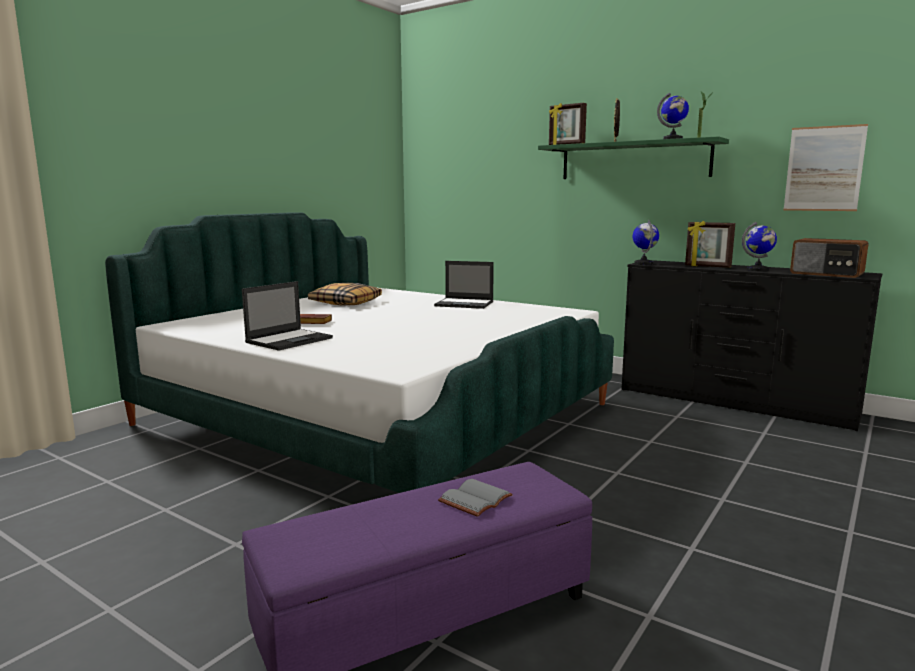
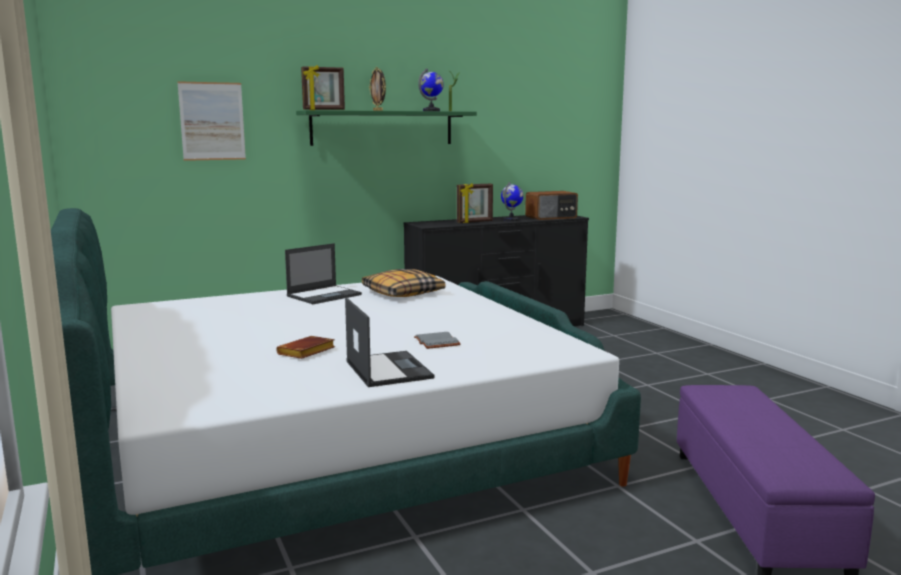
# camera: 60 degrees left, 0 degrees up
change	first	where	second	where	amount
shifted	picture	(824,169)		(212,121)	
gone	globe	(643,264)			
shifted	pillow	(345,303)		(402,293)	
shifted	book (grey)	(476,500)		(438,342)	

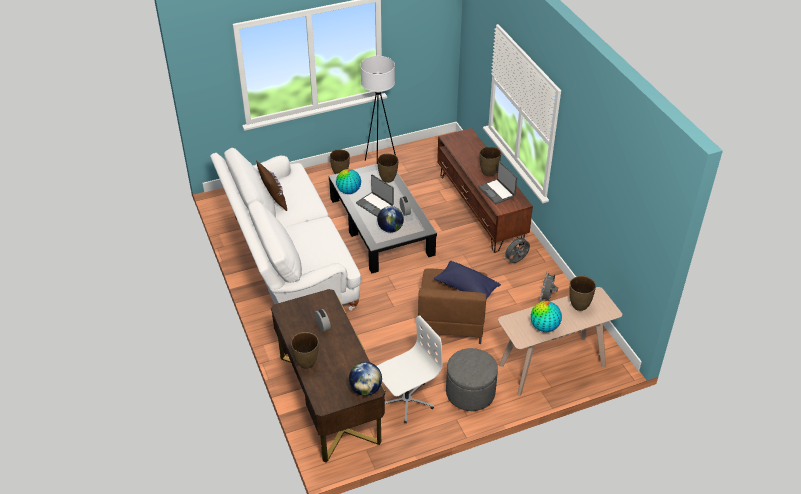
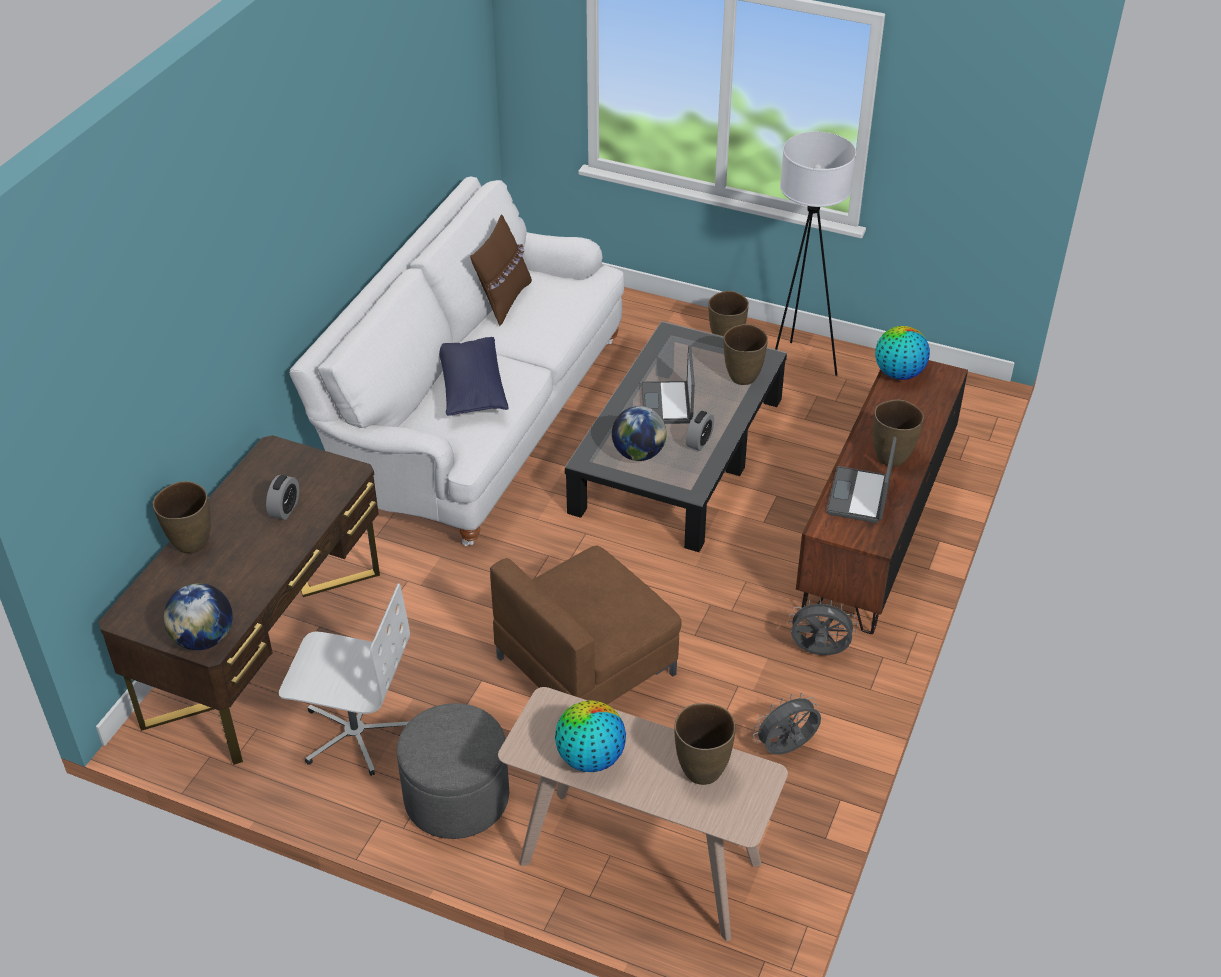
# camera: 45 degrees right, 0 degrees up
change	first	where	second	where	amount
shifted	globe	(348,191)		(898,373)	
shifted	pillow (blue)	(466,287)		(471,388)	

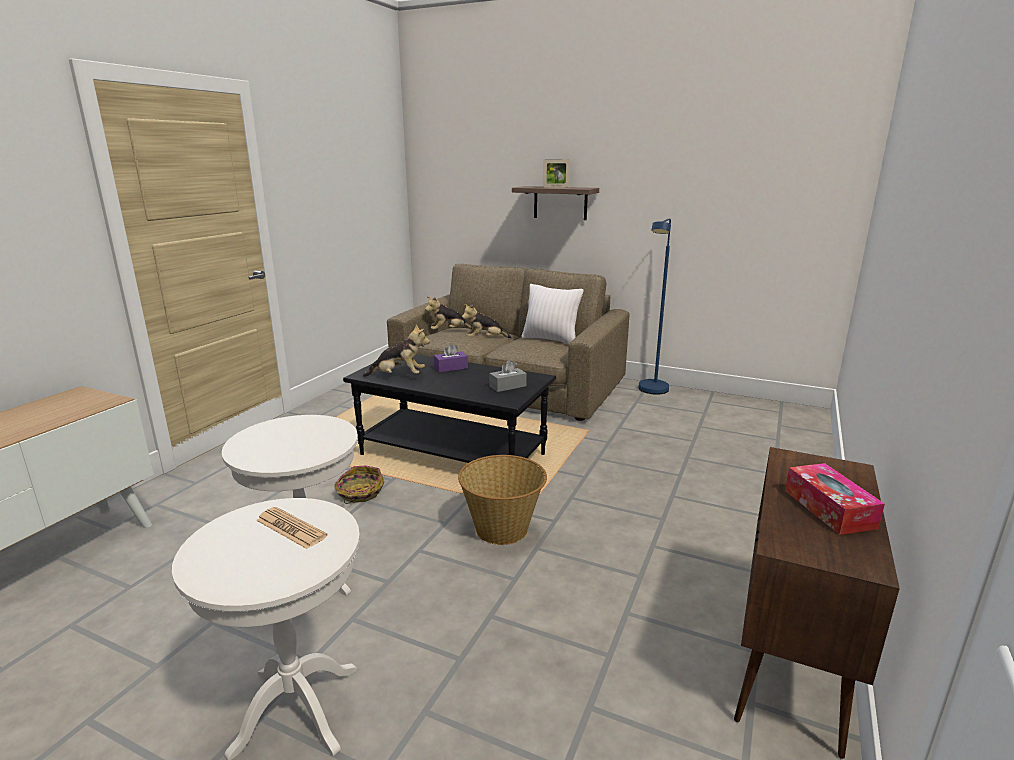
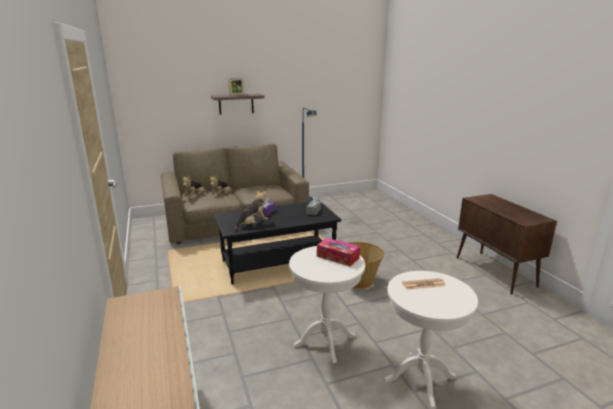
# camera: 45 degrees left, 0 degrees up
change	first	where	second	where	amount
gone	pillow (white)	(550,340)			
shifted	tissue box	(829,509)		(338,257)	
gone	basket	(359,493)			

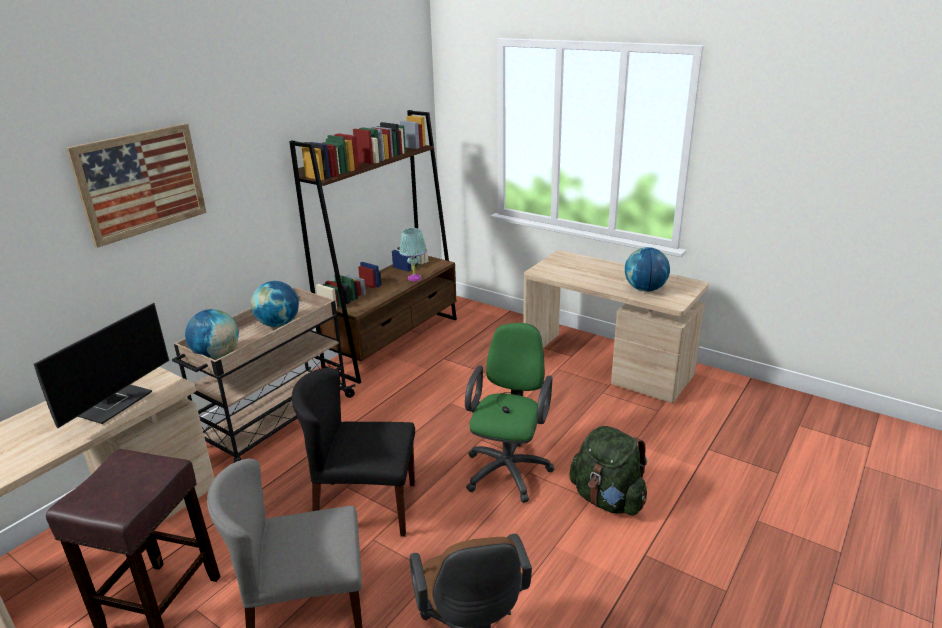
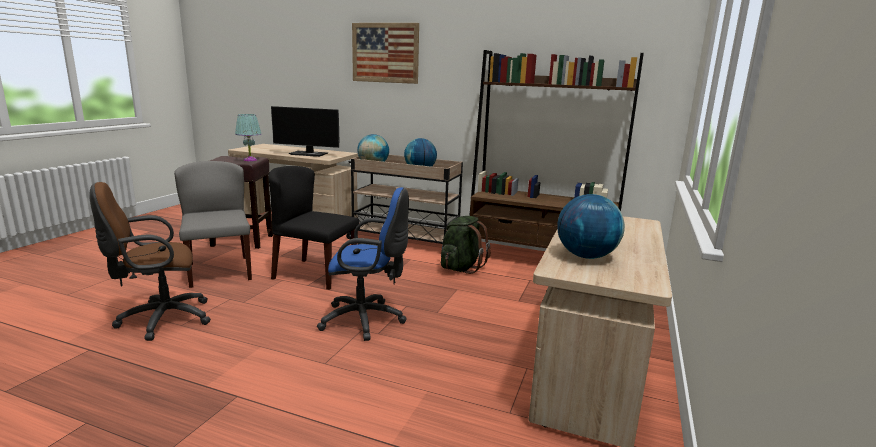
# camera: 75 degrees right, 10 degrees down
change	first	where	second	where	amount
shifted	table lamp (turquoise)	(415,278)		(250,160)	
repainted	office chair (green)	(509,468)	office chair (blue)	(367,320)	
rotated	chair (black)	(365,508)		(314,274)	60 degrees counterclockwise
shifted	backpack (green)	(607,499)		(461,268)	

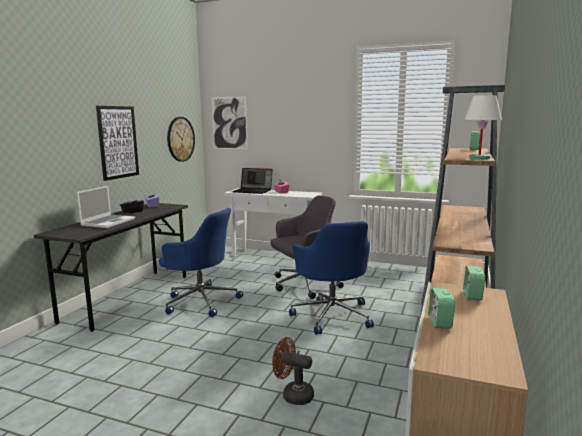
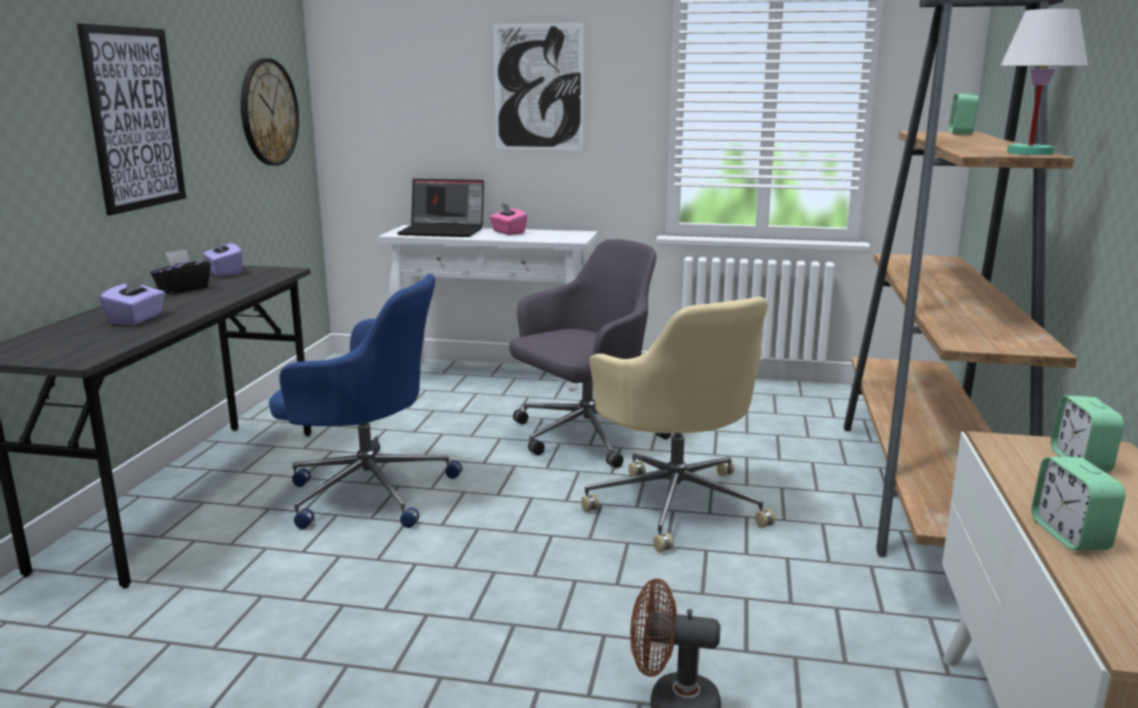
# camera: 10 degrees left, 5 degrees up
change	first	where	second	where	amount
shifted	picture	(229,123)		(538,87)	
swapped	laptop	(108,222)	tissue box (purple)	(137,319)	
repainted	office chair (blue)	(332,315)	office chair (beige)	(675,503)	

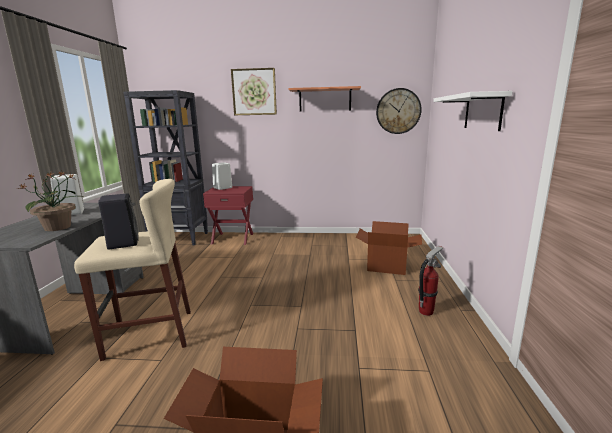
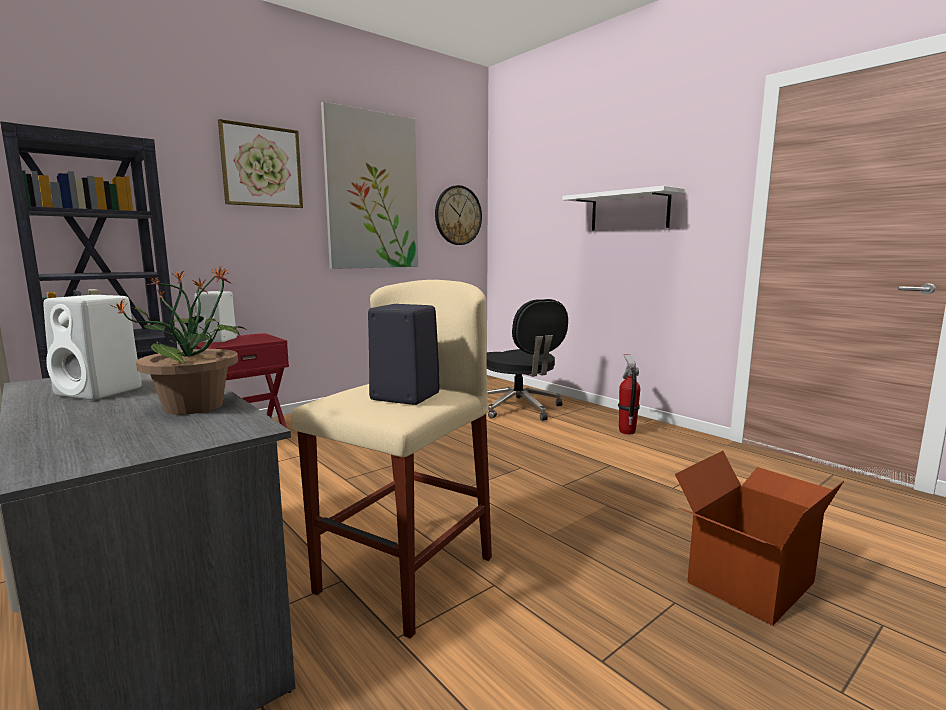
# camera: 45 degrees left, 5 degrees down
change	first	where	second	where	amount
swapped	shelf	(325,100)	picture	(372,191)	
swapped	cardboard box	(387,266)	office chair (black)	(520,408)	

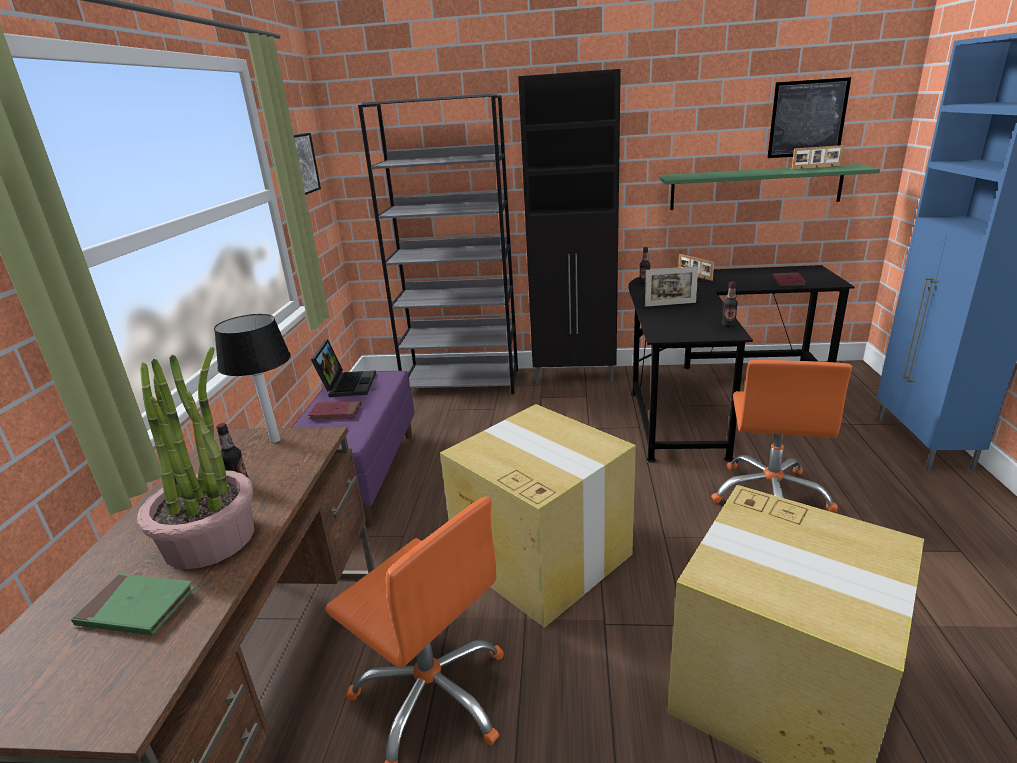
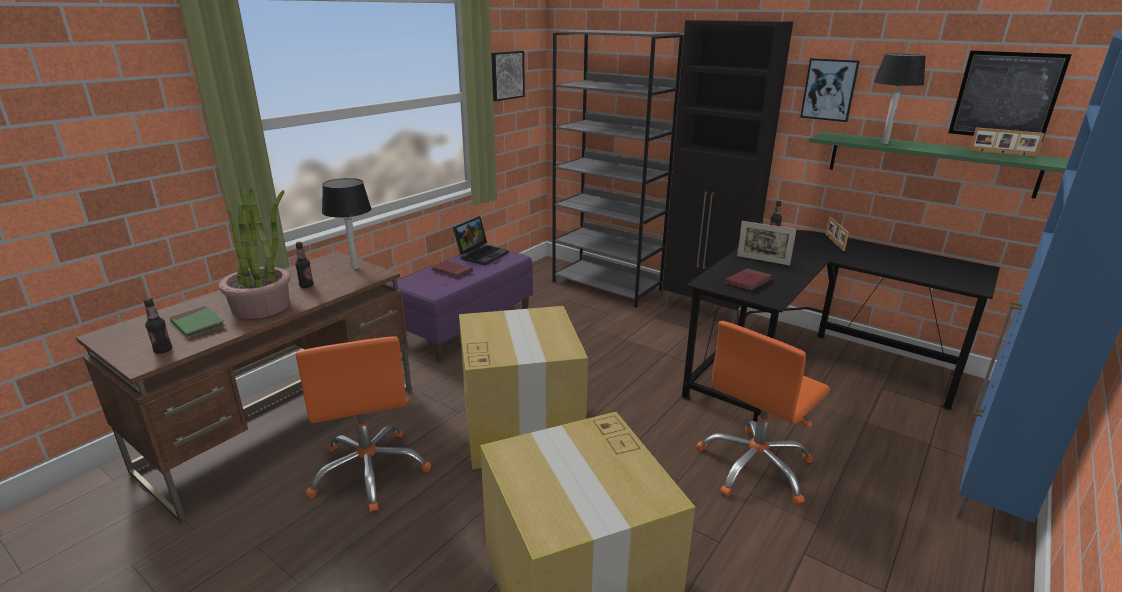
# camera: 30 degrees right, 0 degrees up
change	first	where	second	where	amount
shifted	book (red)	(788,282)		(748,282)	
shifted	bottle	(728,325)		(163,350)	
new			table lamp	(884,143)	
new			picture	(829,89)	

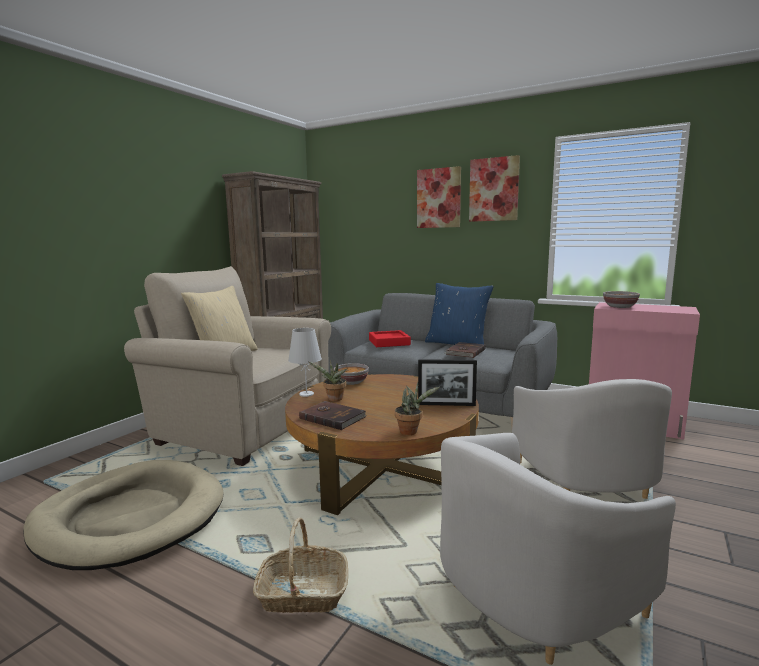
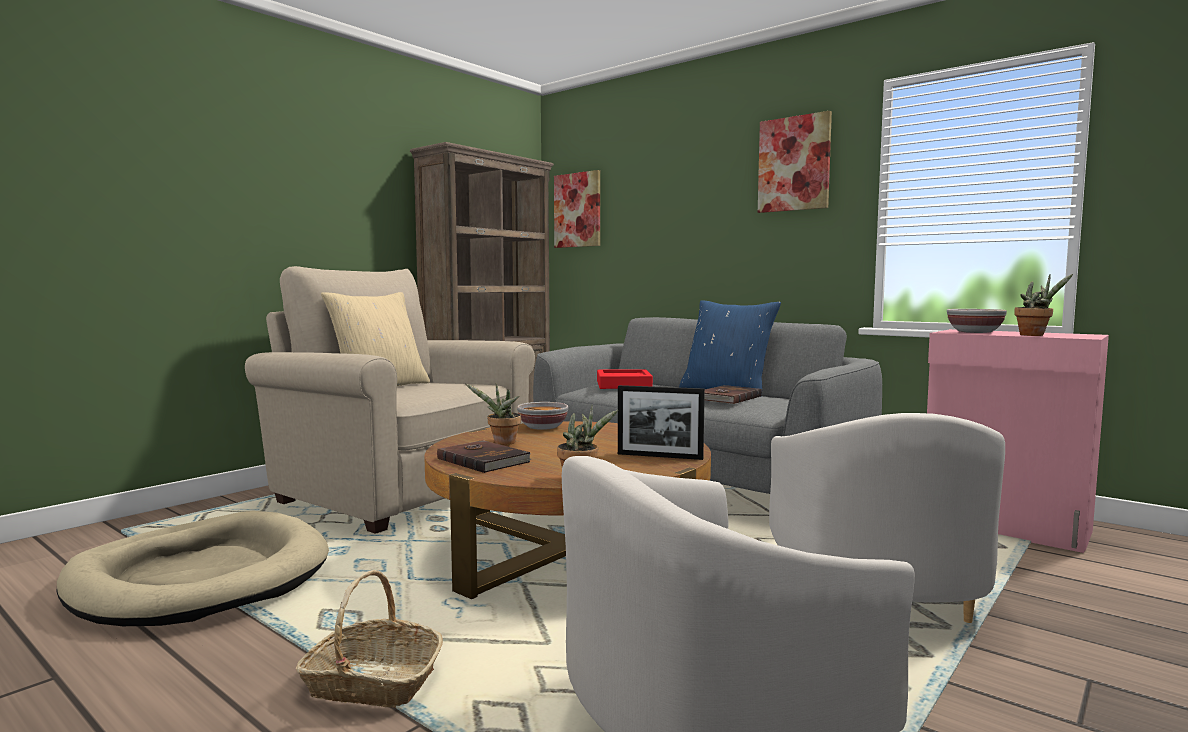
# camera: 10 degrees right, 5 degrees down
change	first	where	second	where	amount
shifted	picture	(438,198)		(577,210)	
gone	table lamp (white)	(306,394)			
new			potted plant	(1035,335)	

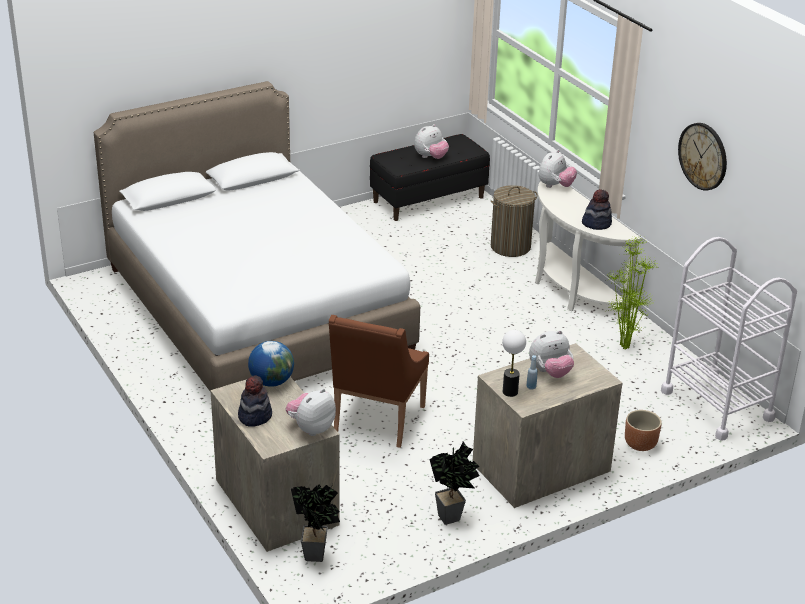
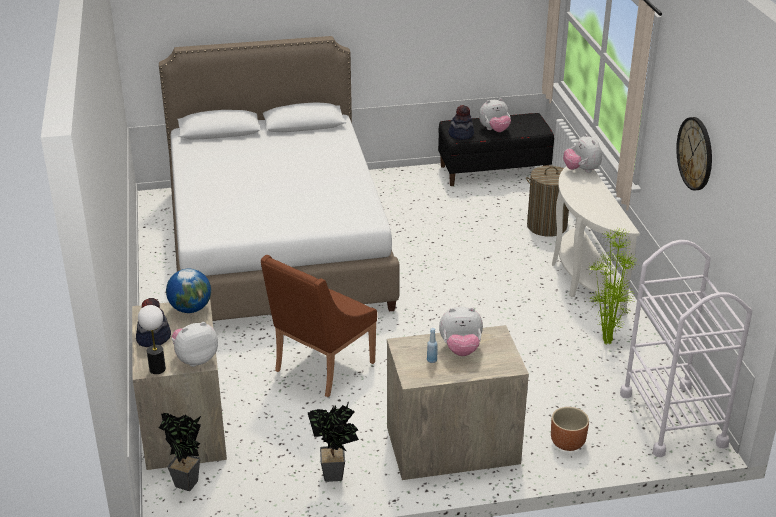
# camera: 20 degrees right, 0 degrees up
change	first	where	second	where	amount
rotated	plush toy	(555,186)		(581,170)	105 degrees clockwise
shifted	hat	(596,223)		(461,135)	
shifted	table lamp	(510,392)		(157,369)	

